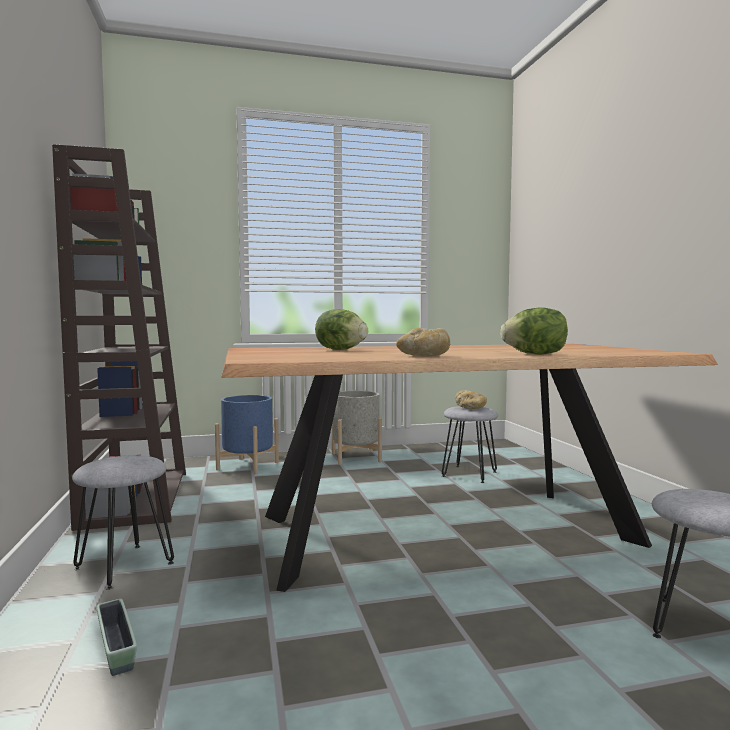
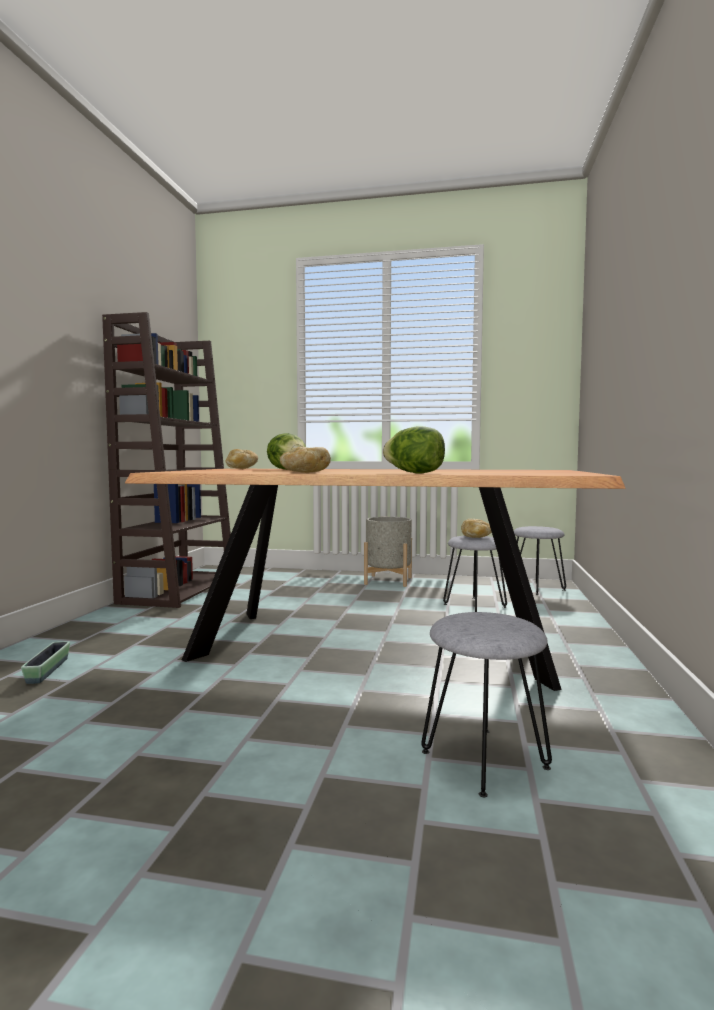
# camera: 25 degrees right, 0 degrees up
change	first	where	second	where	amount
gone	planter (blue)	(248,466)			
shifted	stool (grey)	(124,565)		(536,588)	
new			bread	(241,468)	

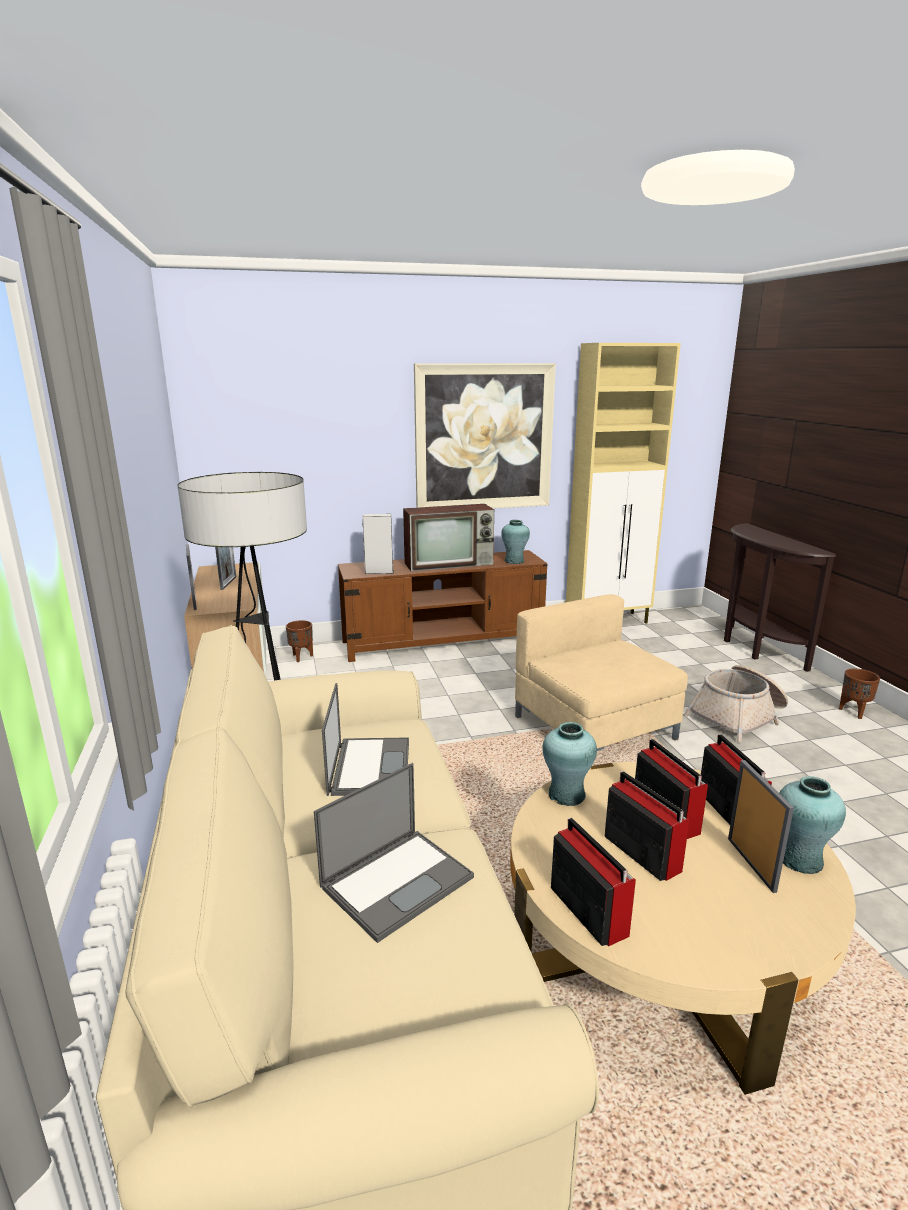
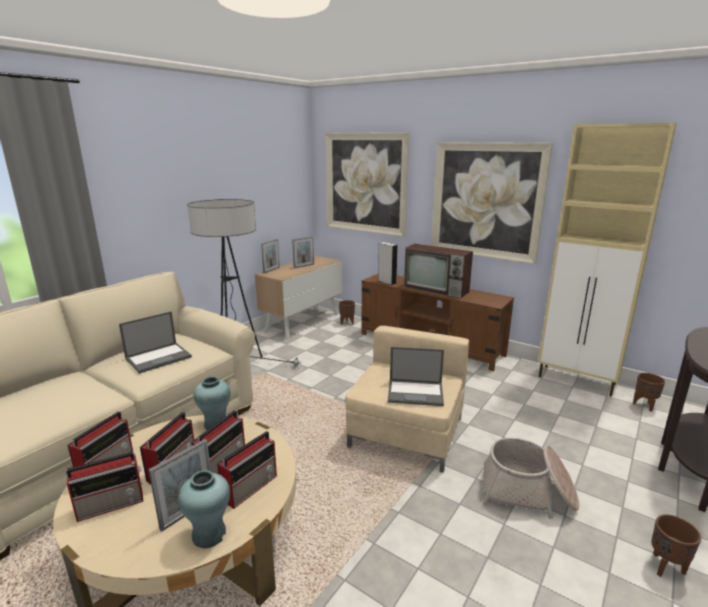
# camera: 50 degrees right, 0 degrees up
change	first	where	second	where	amount
gone	vase (turquoise)	(514,561)			
shifted	laptop	(398,880)		(416,393)	
new			picture	(365,183)	
new			planter (brown)	(644,405)	
new			radio	(112,504)	

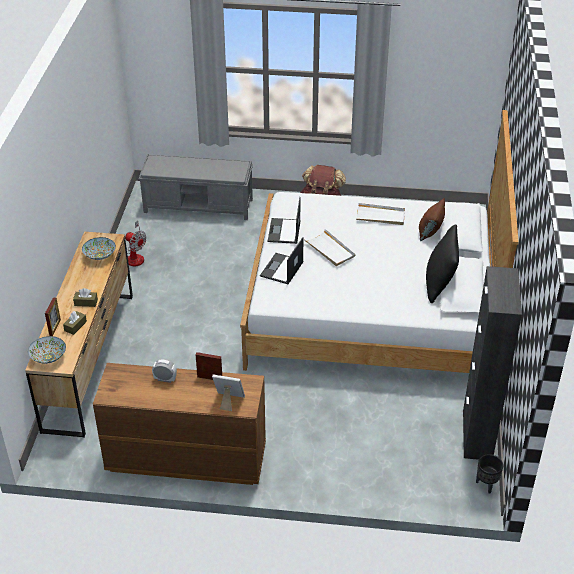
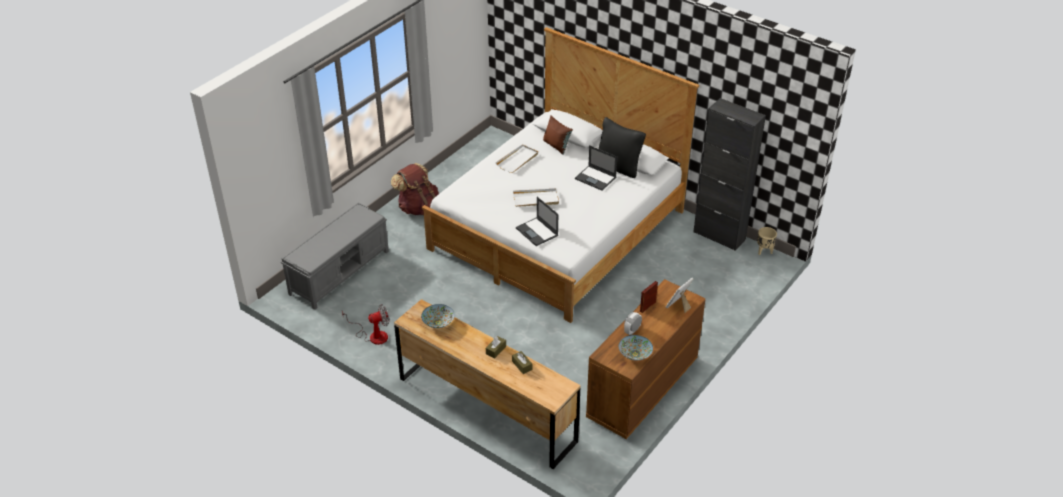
# camera: 60 degrees left, 0 degrees up
change	first	where	second	where	amount
shifted	laptop	(284,231)		(596,178)	
gone	picture frame	(55,327)			
shifted	bowl	(48,357)		(635,354)	
repainted	planter (black)	(486,484)	planter (beige)	(764,251)	

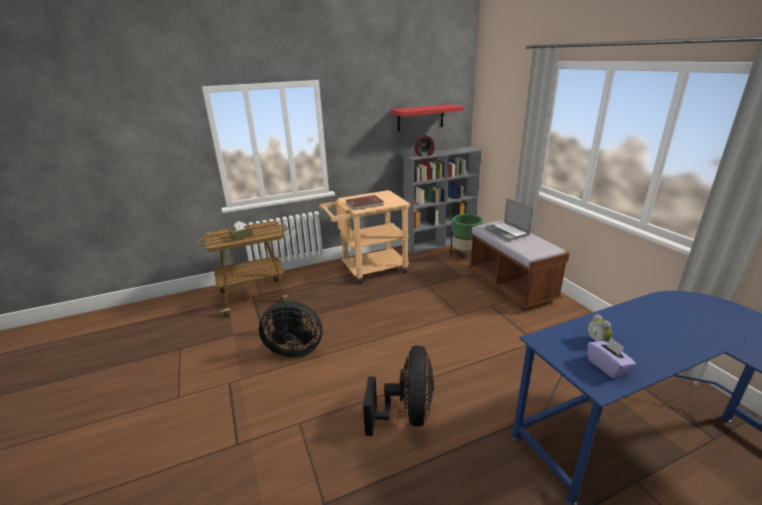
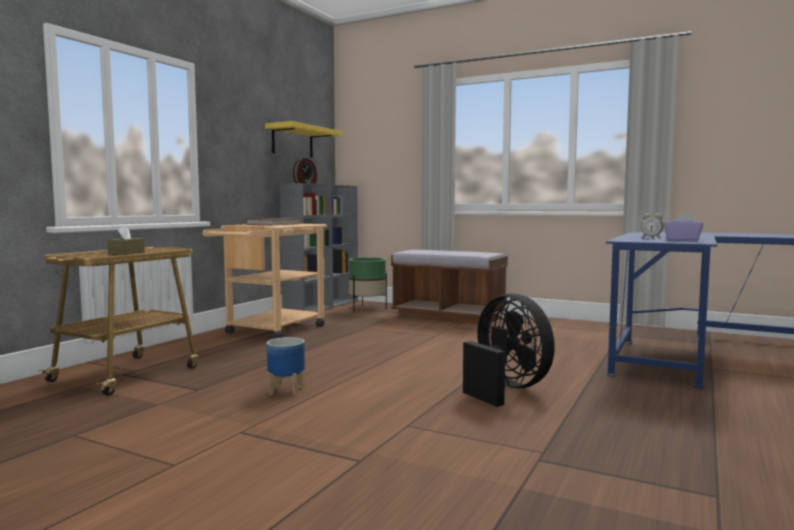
# camera: 40 degrees left, 20 degrees down
change	first	where	second	where	amount
repainted	shelf (red)	(420,118)	shelf (yellow)	(292,141)	
gone	laptop	(507,232)			
swapped	fan (black)	(294,349)	planter	(286,390)	

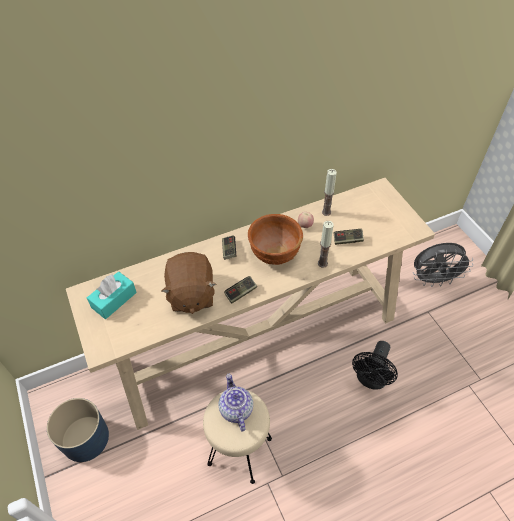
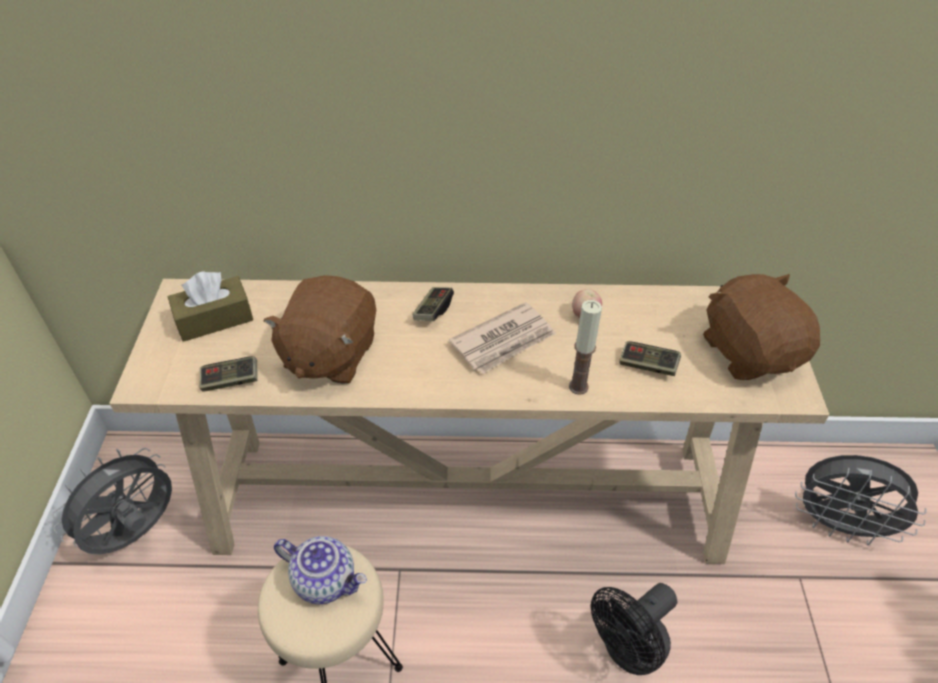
# camera: 25 degrees right, 5 degrees down
change	first	where	second	where	amount
gone	candle	(326,212)			
swapped	bowl (brown)	(274,253)	newspaper	(504,341)	
repainted	tissue box (turquoise)	(114,300)	tissue box (brown)	(214,319)	
shifted	game controller	(241,293)		(231,381)	
rotated	teapot	(235,409)		(326,580)	105 degrees clockwise
swapped	planter (blue)	(85,439)	fan (grey)	(137,534)	
new			plush toy (brown)	(750,351)	

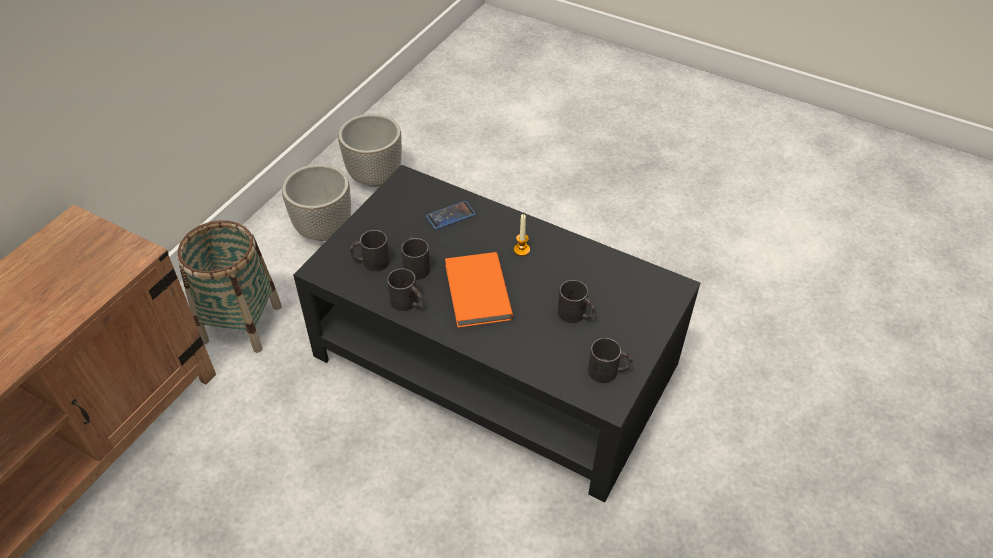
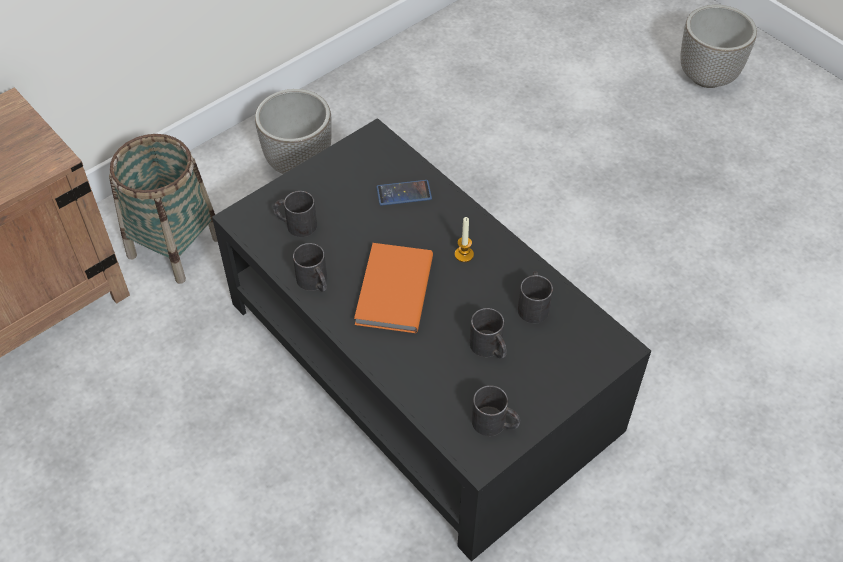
# camera: 20 degrees right, 5 degrees up
change	first	where	second	where	amount
shifted	planter	(374,176)		(706,76)	
shifted	mug (black)	(415,265)		(533,304)	

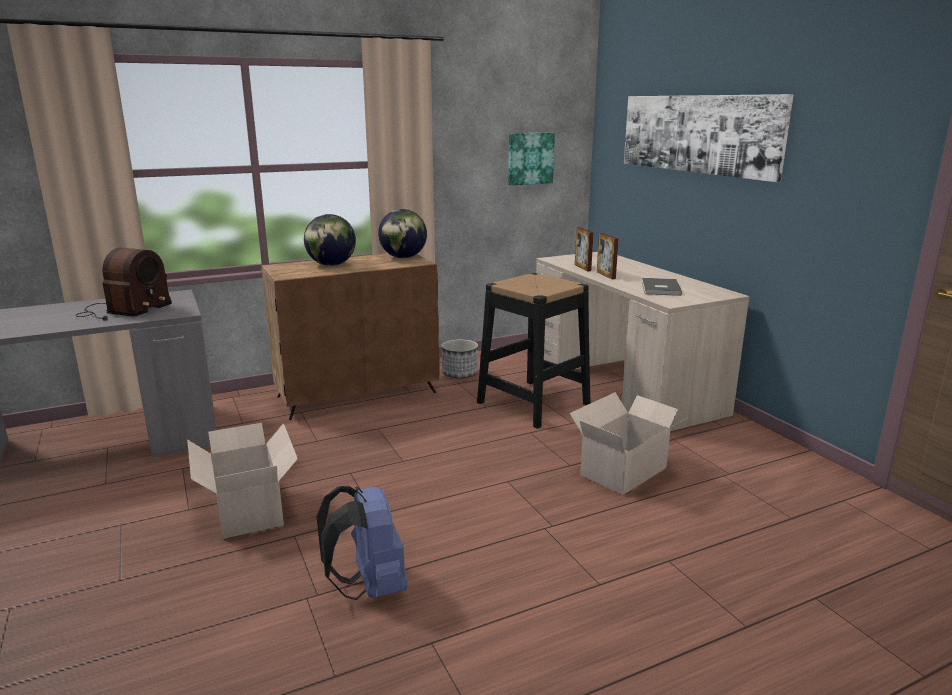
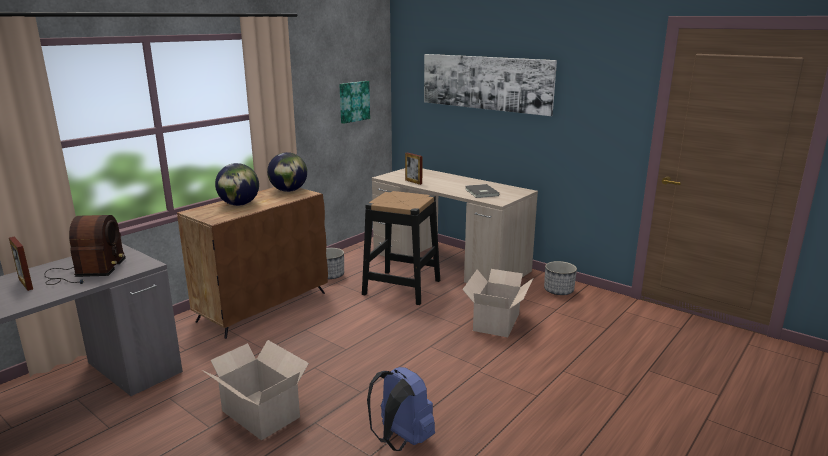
# camera: 25 degrees left, 0 degrees up
change	first	where	second	where	amount
shifted	picture frame	(606,275)		(26,284)	
new			planter	(559,291)	

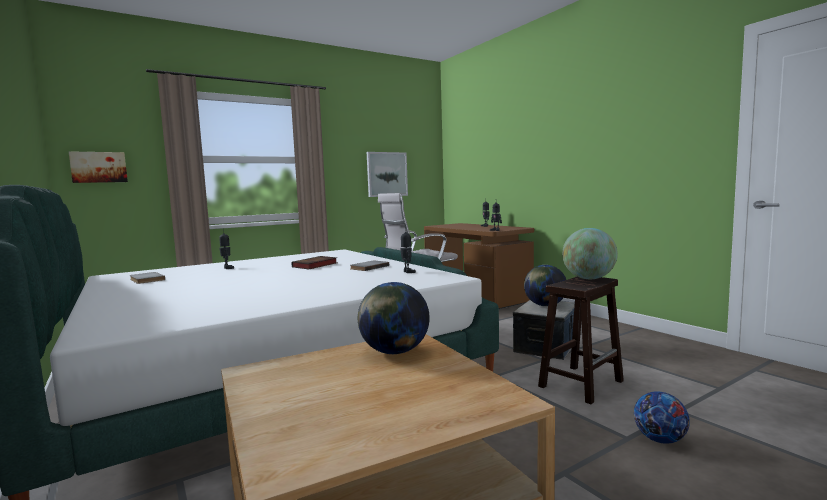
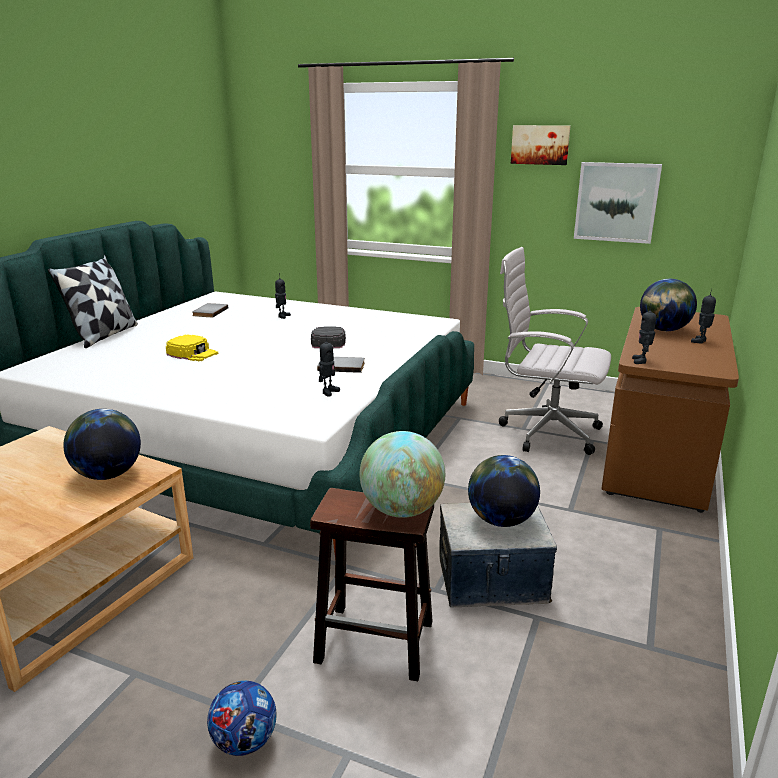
# camera: 55 degrees right, 15 degrees up
change	first	where	second	where	amount
shifted	picture	(99,167)		(540,144)	
swapped	book	(314,265)	cap (black)	(328,341)	
new			pillow	(104,335)	
new			globe	(663,330)	
new			cap (yellow)	(193,353)	

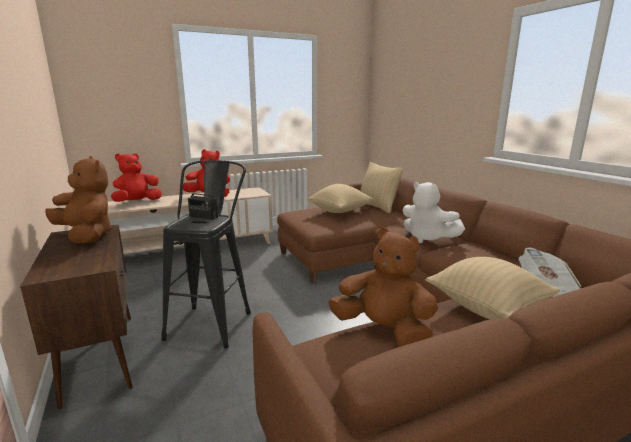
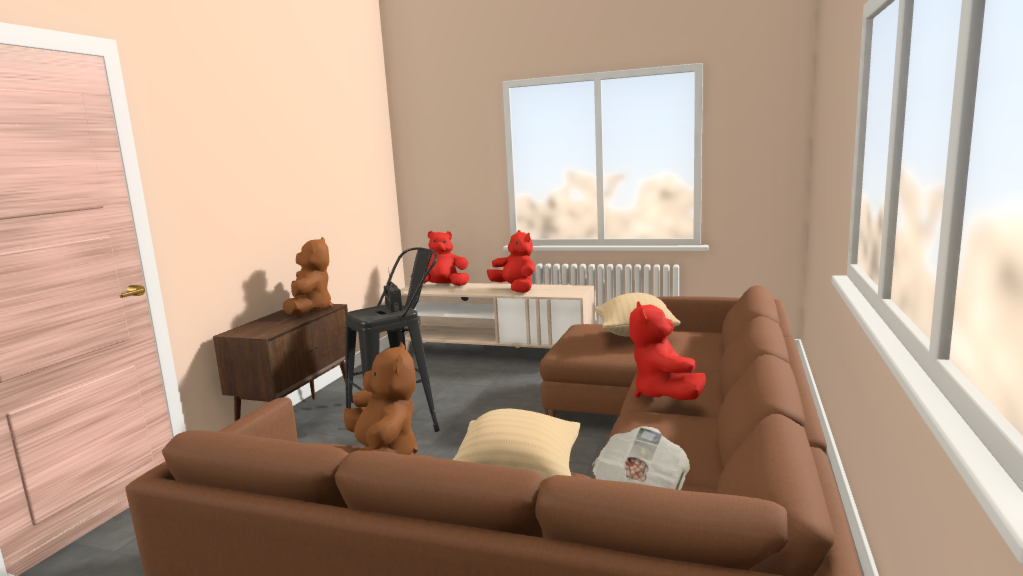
# camera: 45 degrees right, 5 degrees down
change	first	where	second	where	amount
gone	pillow (beige)	(377,207)			
repainted	plush toy (white)	(427,238)	plush toy (red)	(664,394)	

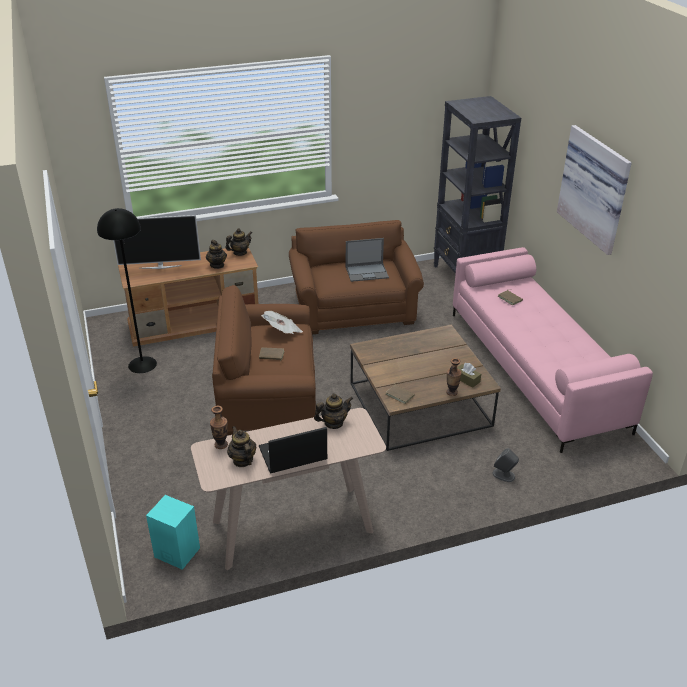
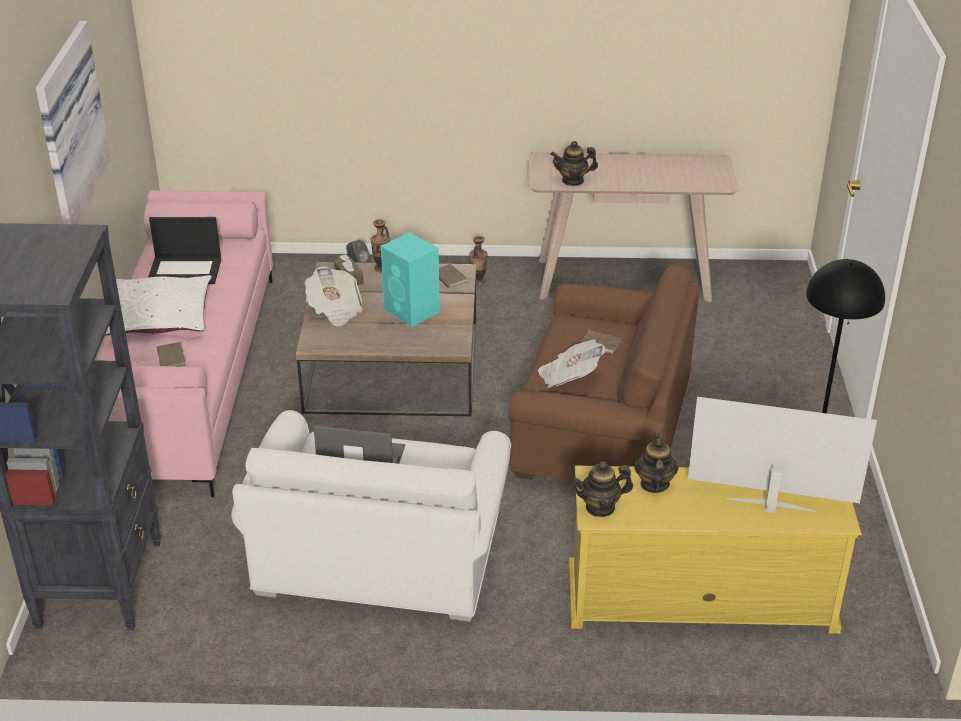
# camera: 160 degrees left, 0 degrees up
change	first	where	second	where	amount
repainted	armchair (brown)	(354,309)	armchair (white)	(379,554)	
repainted	tv stand (brown)	(195,322)	tv stand (yellow)	(698,599)	
shifted	vase	(221,445)		(478,281)	
gone	teapot	(242,460)			
shifted	laptop	(292,454)		(185,270)	
shifted	speaker (turquoise)	(176,552)		(412,311)	
new			newspaper	(335,310)	
new			pillow (white)	(160,317)	

